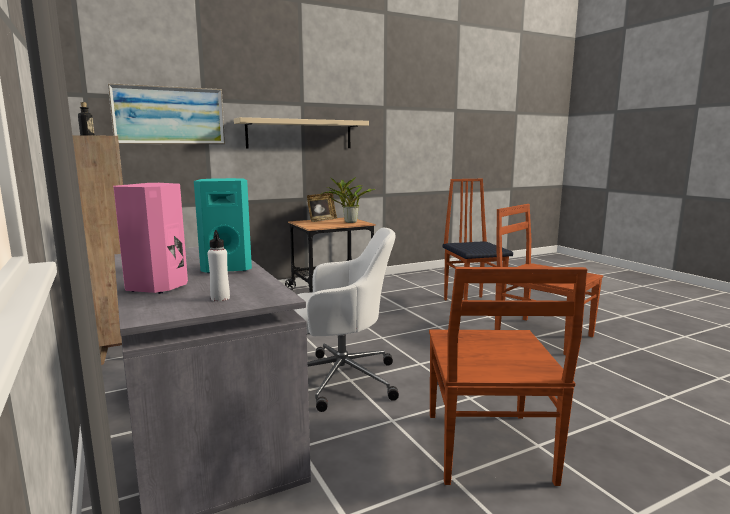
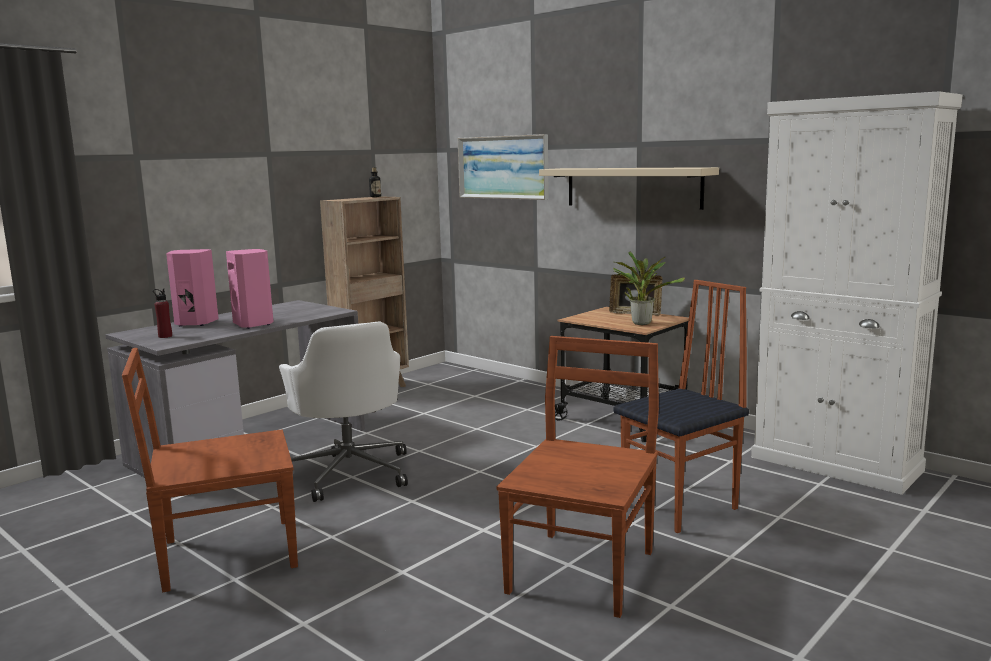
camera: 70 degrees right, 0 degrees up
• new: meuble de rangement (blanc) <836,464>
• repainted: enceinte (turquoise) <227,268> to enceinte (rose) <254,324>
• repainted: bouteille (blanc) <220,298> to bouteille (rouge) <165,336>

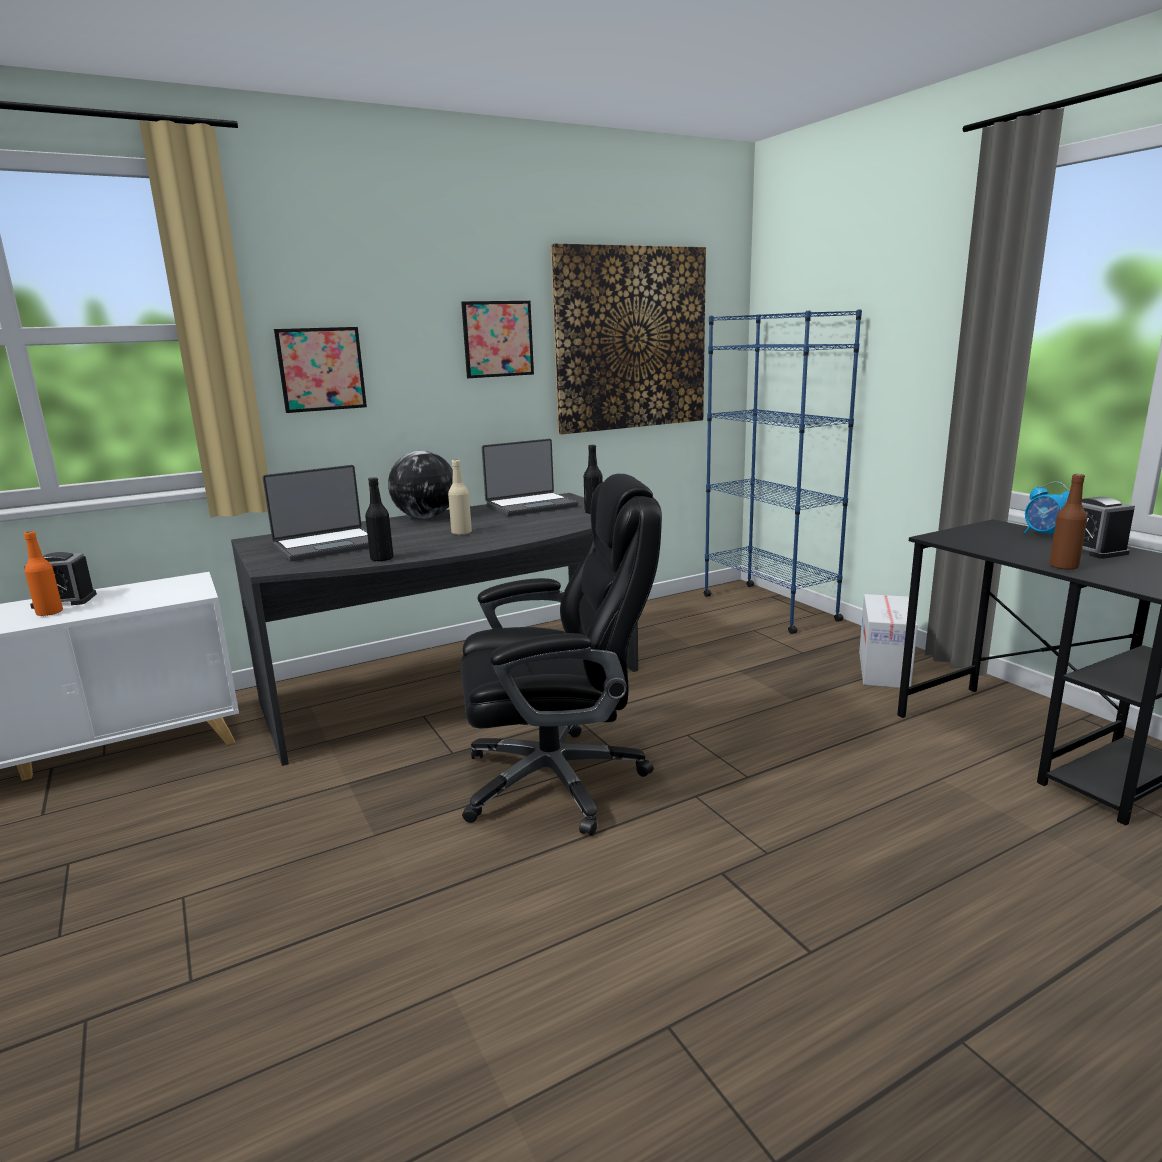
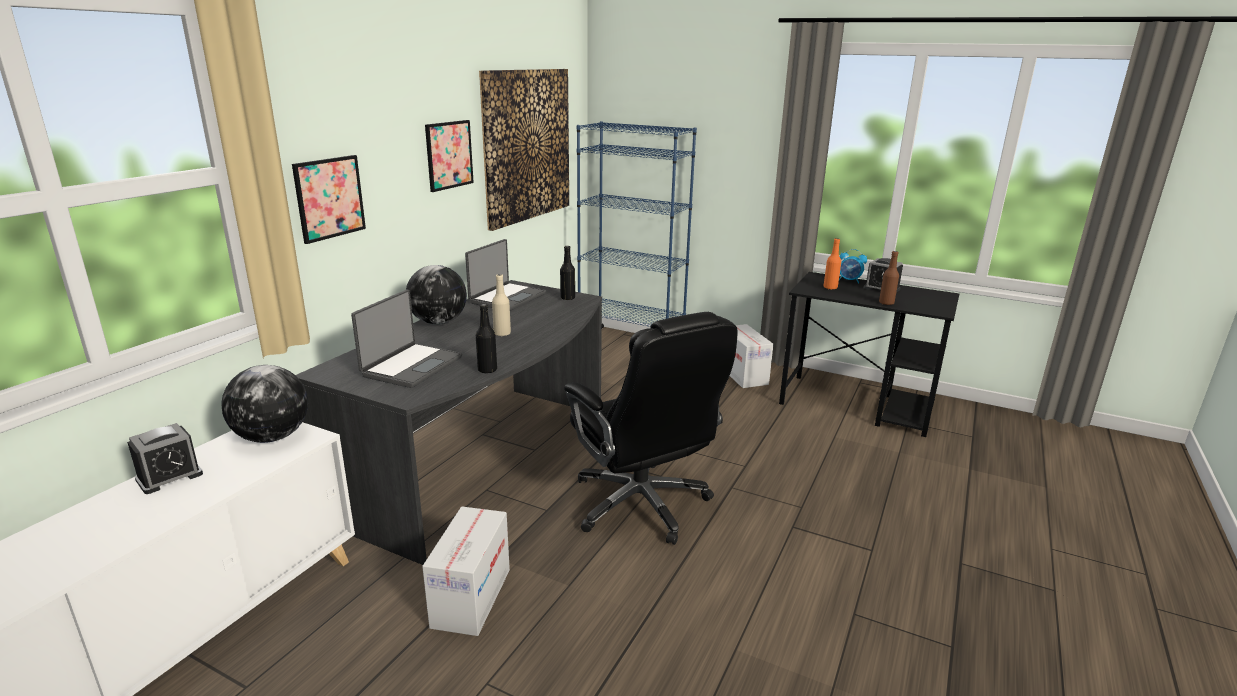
camera: 35 degrees left, 5 degrees up
• new: globe <272,437>
• new: carton <471,598>
• shifted: bouteille (orange) <49,613> to <830,287>
• rotated: chaise de bureau (noir) <558,780> = <642,505> 105 degrees clockwise

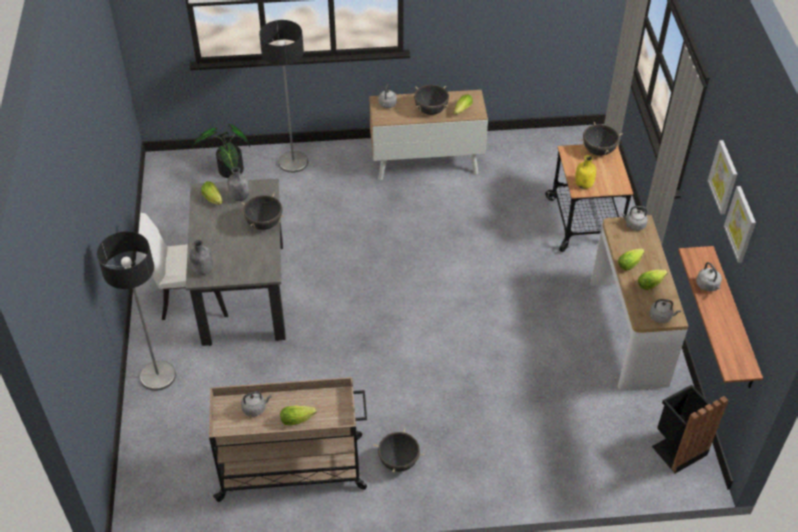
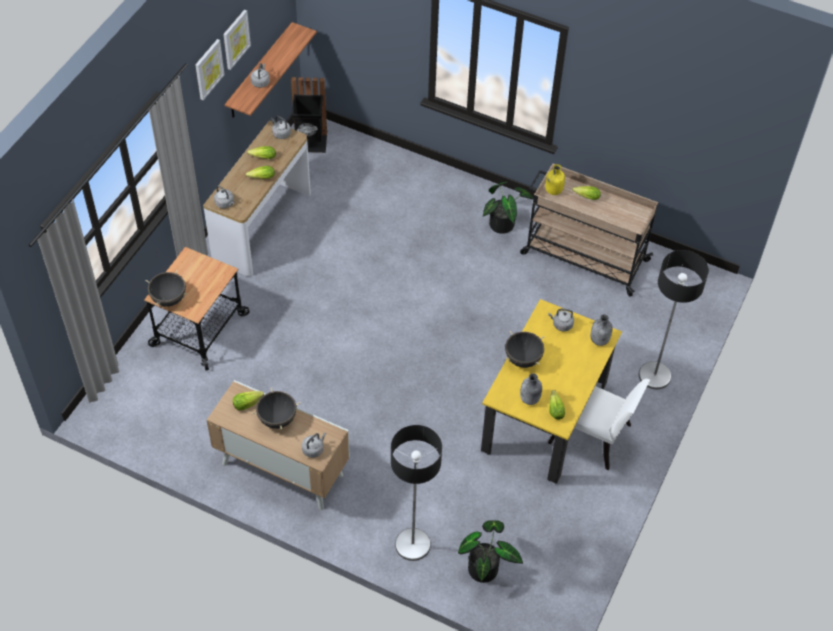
camera: 150 degrees left, 5 degrees up
• shifted: bouilloire (gris) <255,408> to <561,325>
• shifted: bouteille (jaune) <584,184> to <553,191>
• swapped: marmite (noir) <398,461> to plante en pot <505,225>
• repainted: table à manger (gris) <244,292> to table à manger (jaune) <544,417>

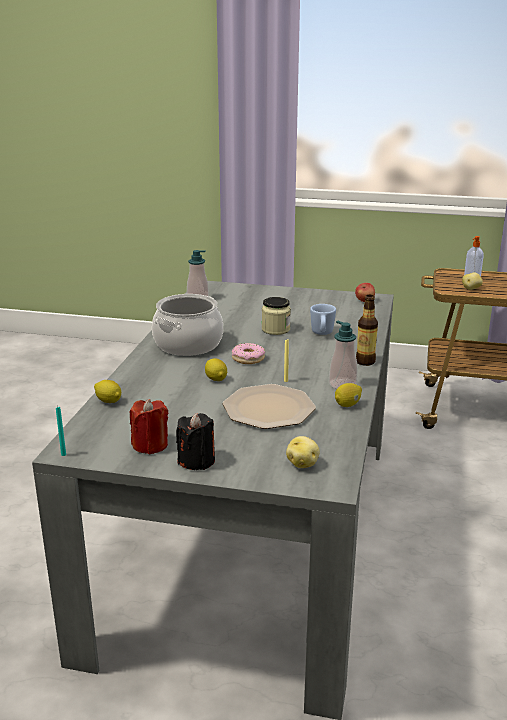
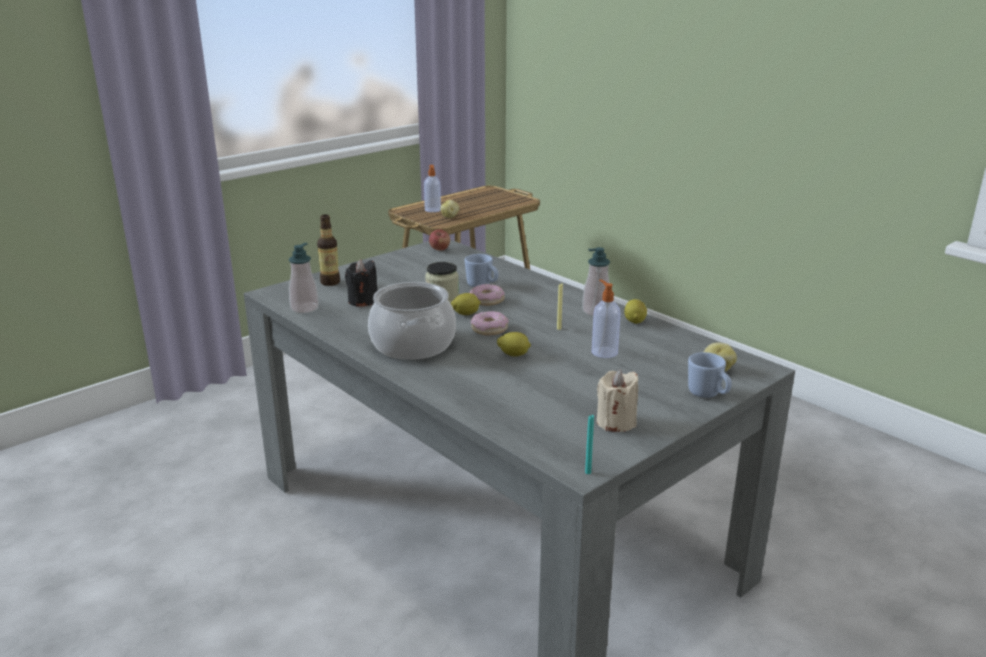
camera: 55 degrees left, 0 degrees up
• new: beignet <487,300>
• new: mug (bleu) <708,395>
• shifted: citron <108,401> to <465,314>
• shifted: bougie (noir) <197,461> to <363,301>
• shifted: bouteille <365,362> to <330,282>
• swapped: assiette <268,408> to distributeur de savon <604,352>
• repainted: bougie (rouge) <150,445> to bougie (beige) <616,422>

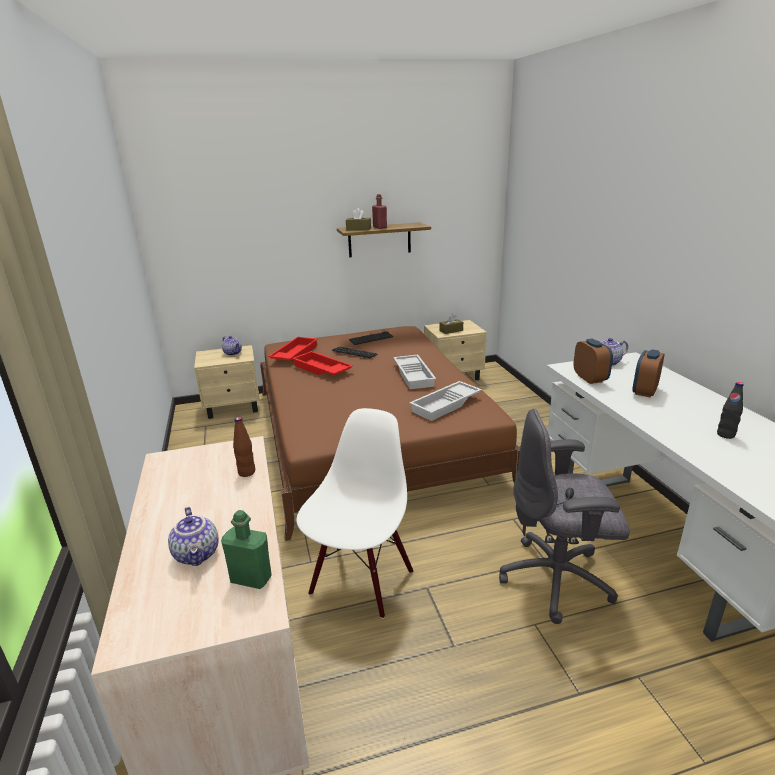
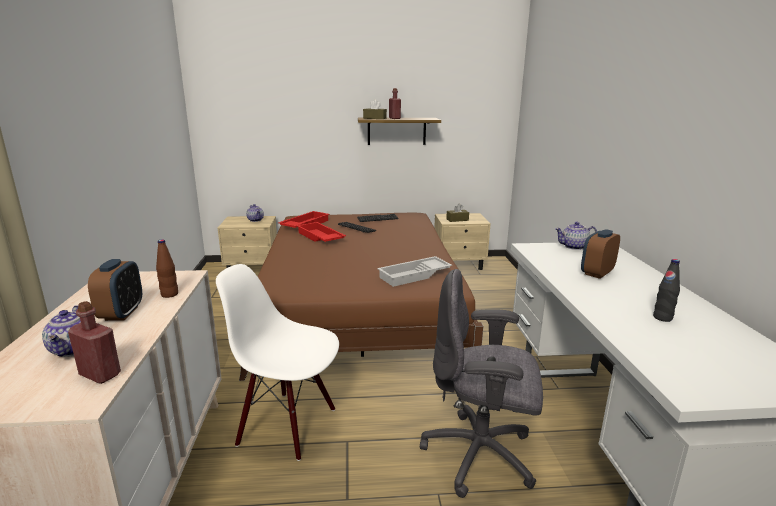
camera: 10 degrees right, 5 degrees down
• gone: plateau (blanc) <414,375>
• shifted: réveil <590,379> to <121,313>
• repainted: bouteille (vert) <251,579> to bouteille (rouge) <100,374>
• rotated: chaise (blanc) <360,581> = <288,425> 105 degrees counterclockwise

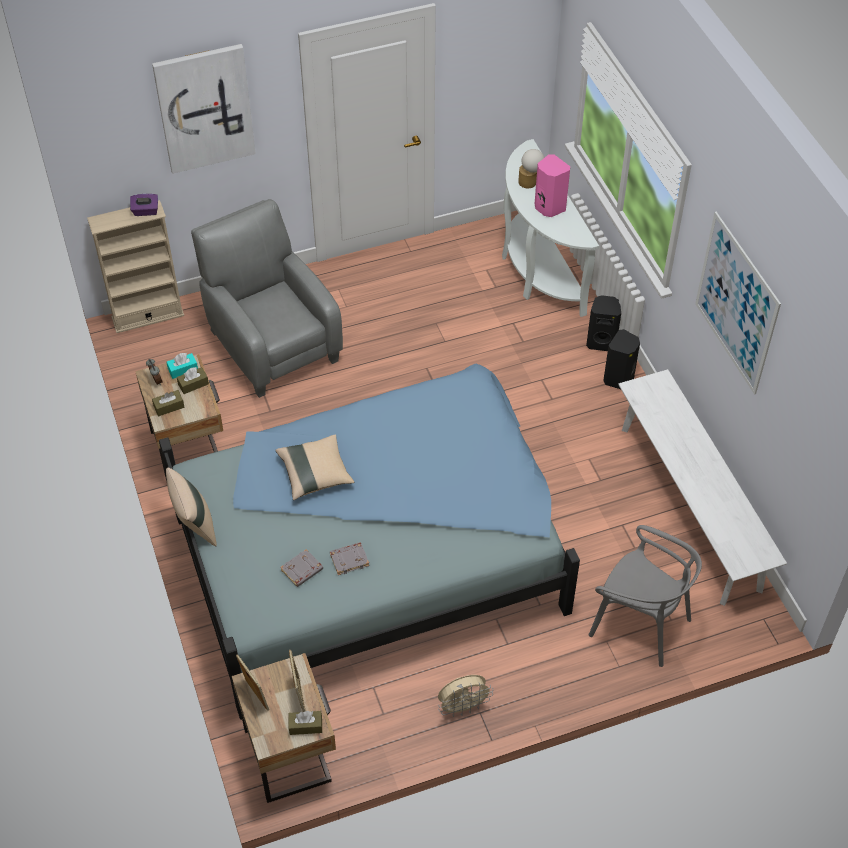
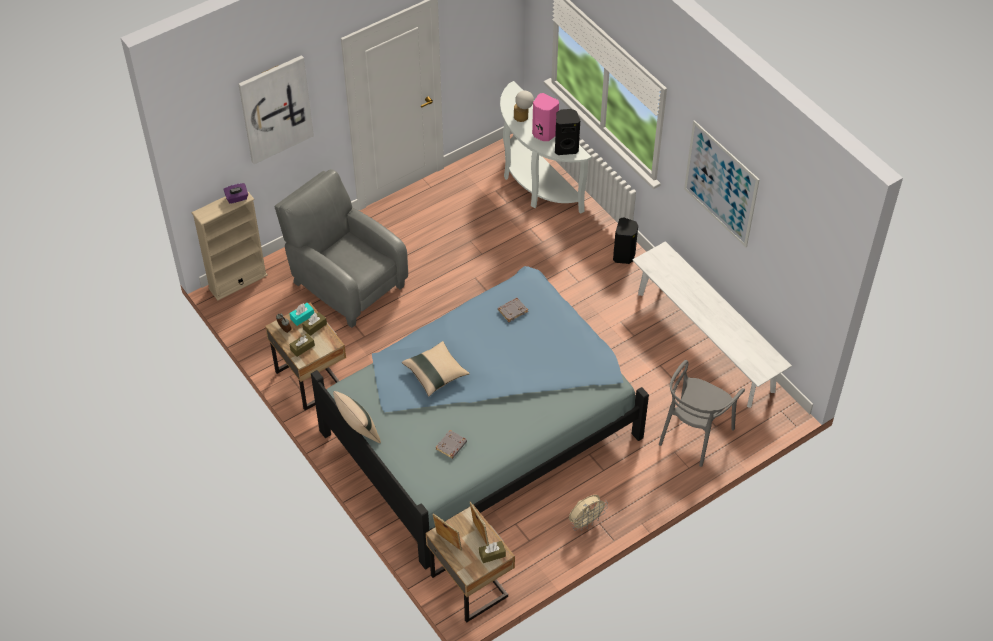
camera: 15 degrees left, 0 degrees up
• shifted: livre (gris) <349,559> to <512,311>
• shifted: enceinte (noir) <601,342> to <565,148>
• rotated: chaise (gris) <640,624> = <694,434> 105 degrees clockwise

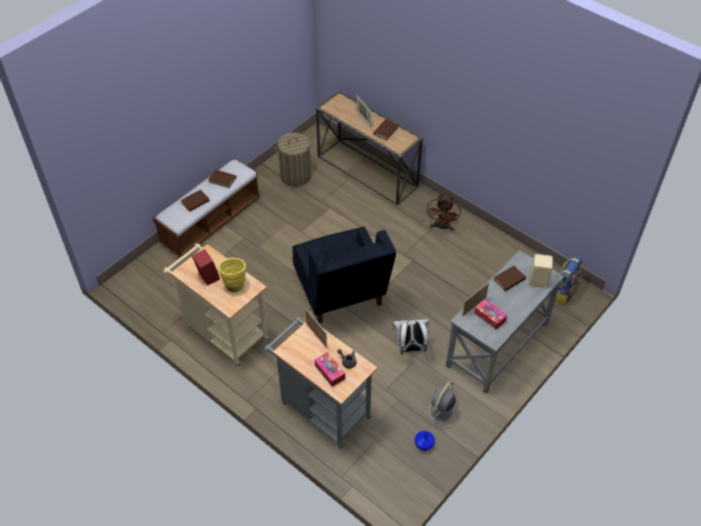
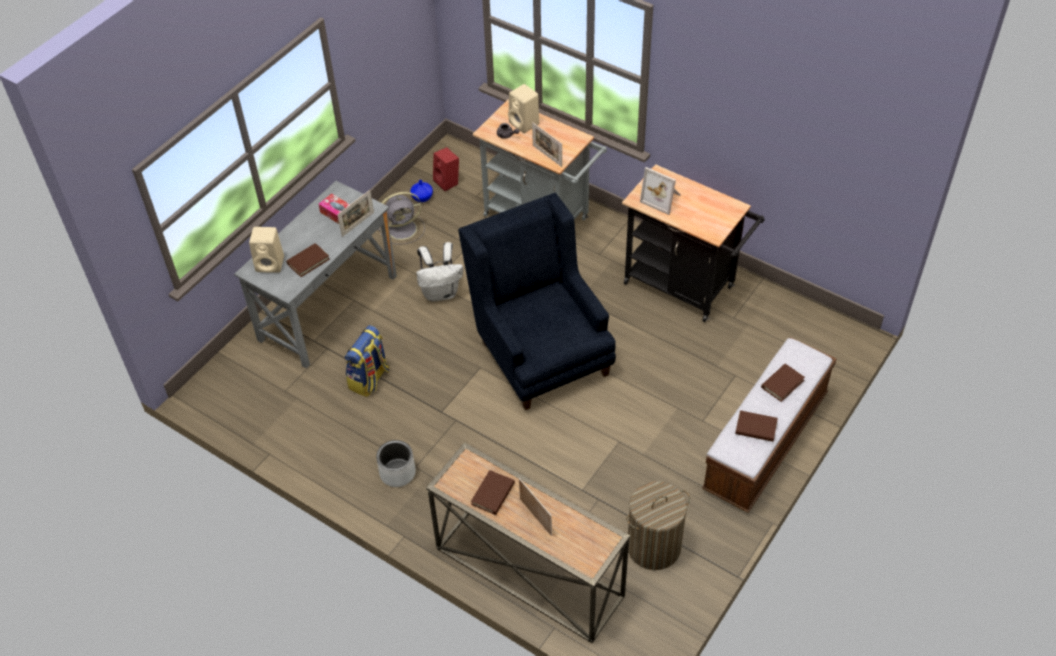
camera: 175 degrees right, 0 degrees up
• shifted: enceinte (rouge) <207,277> to <448,182>
• shifted: sac à dos <563,292> to <369,379>
• swapped: vase (jaune) <234,285> to cadre photo <662,198>
• swapped: boîte à mouchoirs <329,372> to enceinte (beige) <525,124>
• swapped: ventilateur (marron) <441,227> to cache-pot (gris) <397,473>
• repainted: chariot (beige) <223,331> to chariot (noir) <685,287>
• rotated: ventilateur (gris) <440,412> = <403,229> 45 degrees clockwise

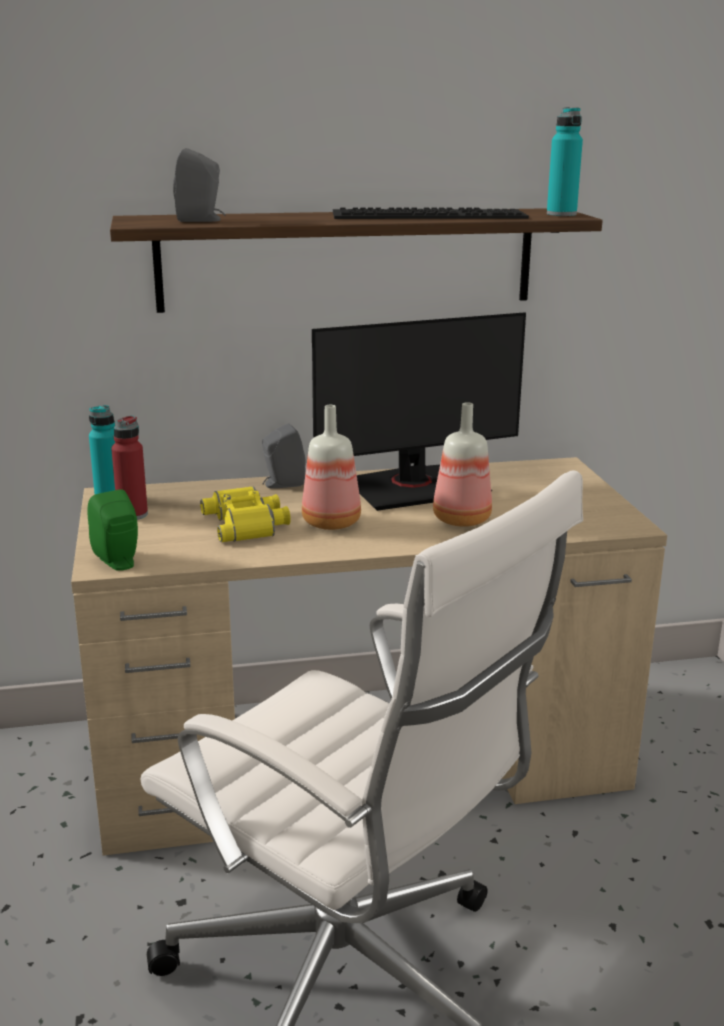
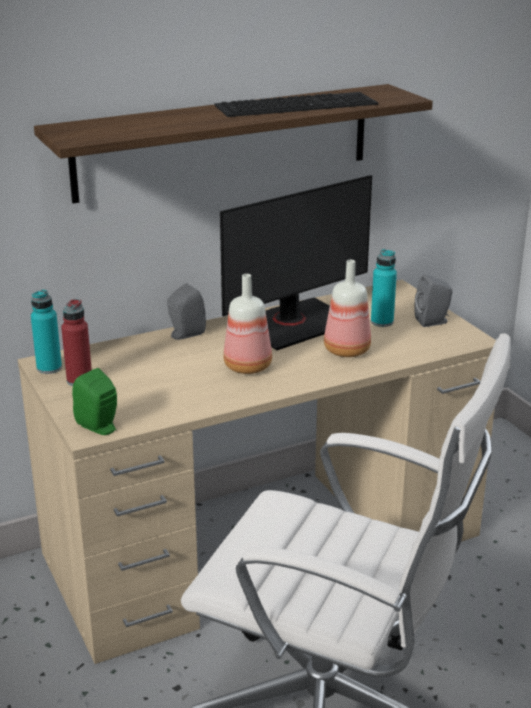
camera: 15 degrees left, 5 degrees up
• gone: jumelles (jaune) <248,523>
• shifted: enceinte (gris) <201,220> to <433,321>
• shifted: bouteille (turquoise) <561,214> to <382,322>

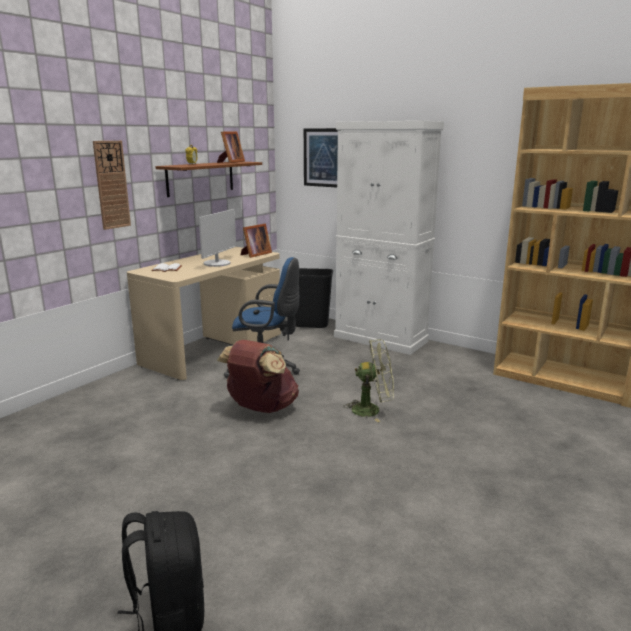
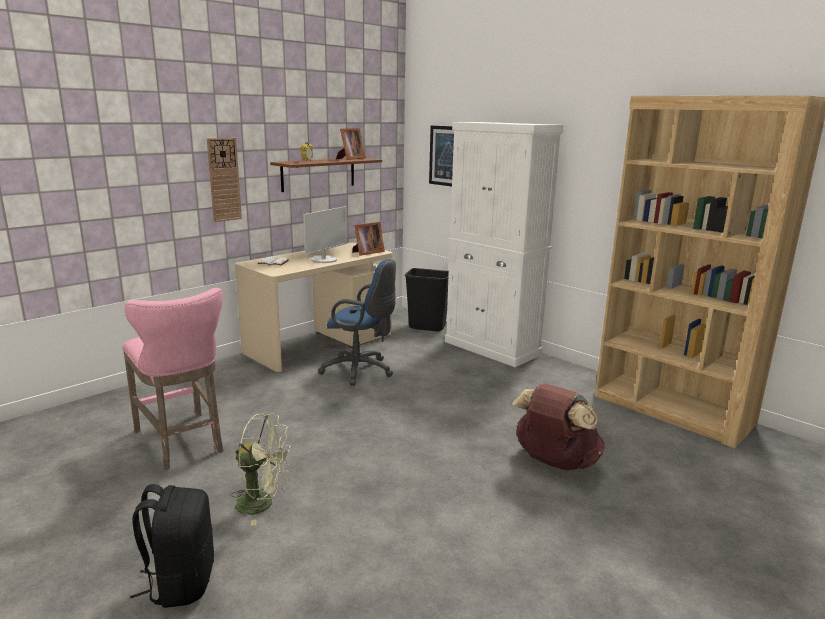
camera: 10 degrees right, 0 degrees up
• new: tabouret (rose) <182,443>
• shifted: sac à dos (marron) <260,408> to <554,462>
• shifted: ventilateur (vert) <372,410> to <263,504>

